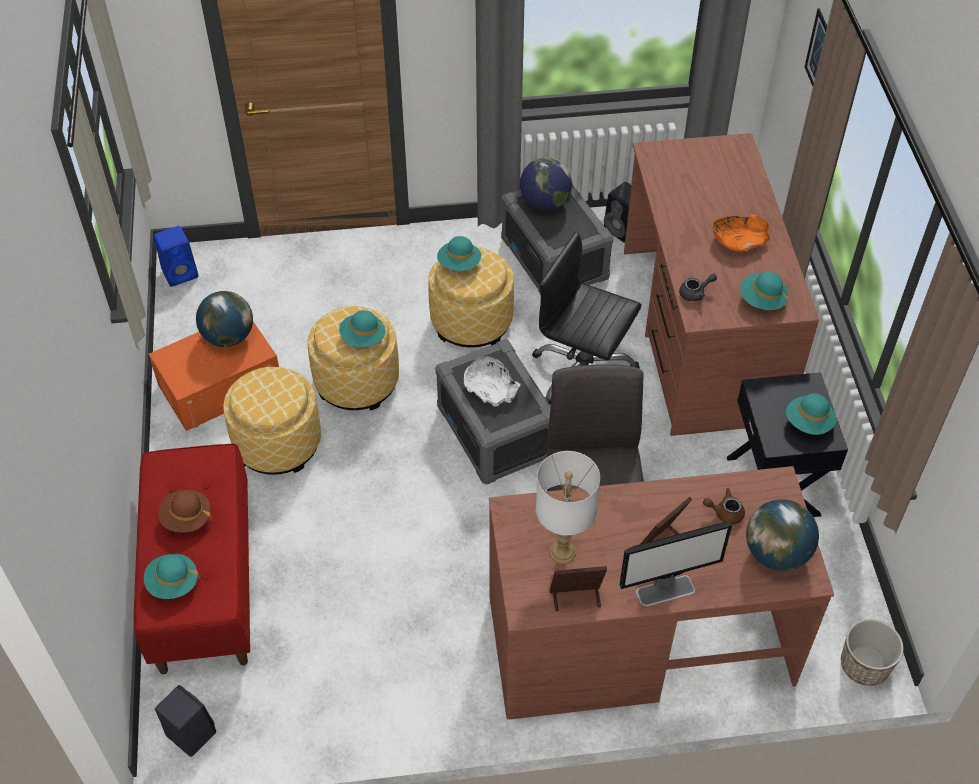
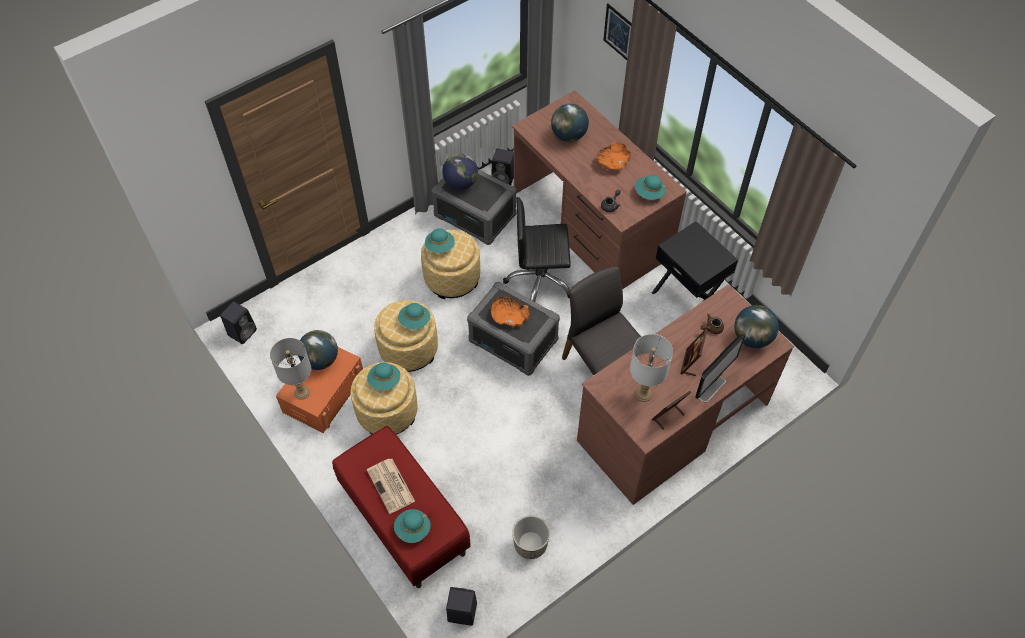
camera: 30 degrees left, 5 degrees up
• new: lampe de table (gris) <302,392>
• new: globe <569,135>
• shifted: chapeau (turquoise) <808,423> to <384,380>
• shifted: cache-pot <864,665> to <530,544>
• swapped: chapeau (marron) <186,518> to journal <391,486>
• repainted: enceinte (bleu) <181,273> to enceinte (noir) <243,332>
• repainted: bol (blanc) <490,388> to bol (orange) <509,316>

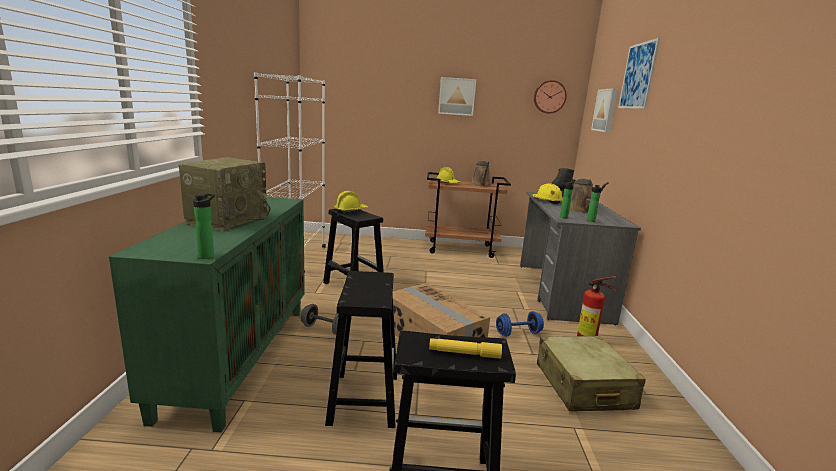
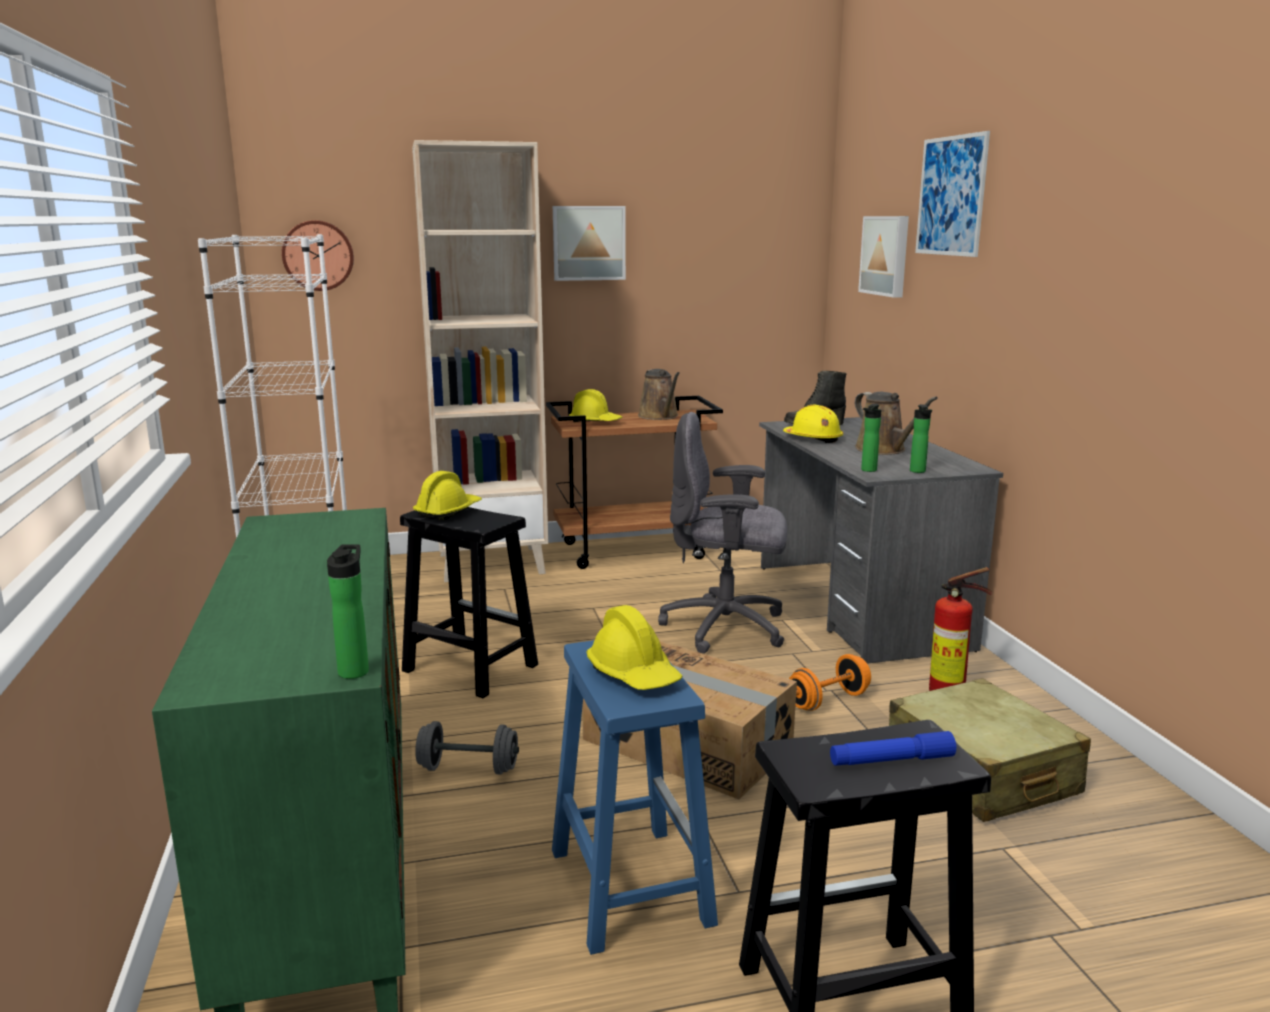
camera: 15 degrees left, 0 degrees up
• gone: radio <227,220>
• new: bibliothèque (beige) <492,563>
• new: casque de chantier (jaune) <634,674>
• new: chaise de bureau (gris) <727,628>
• shifted: horloge murale <549,97> to <318,255>
• repainted: tabouret (noir) <364,397> to tabouret (bleu) <628,884>
• repainted: lampe de poche (jaune) <464,353> to lampe de poche (bleu) <891,760>
• repainted: haltère (bleu) <518,333> to haltère (orange) <828,700>

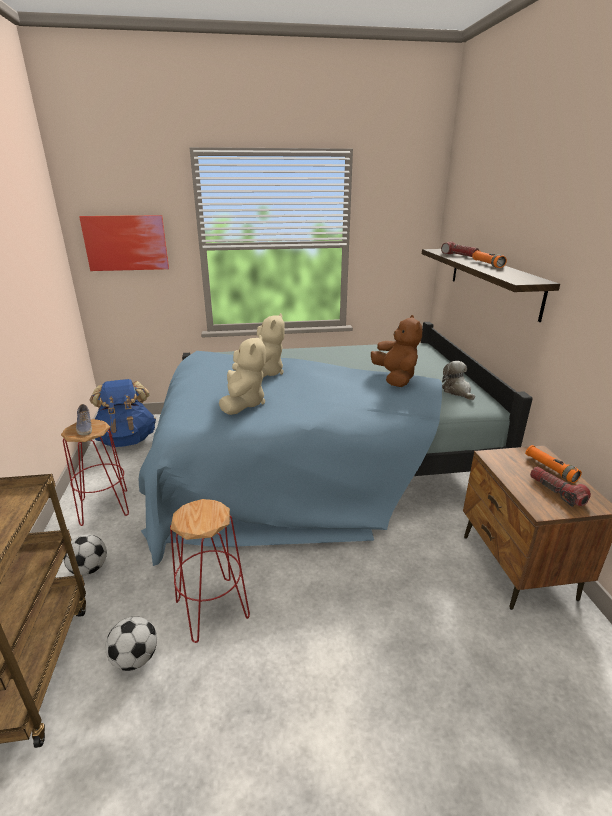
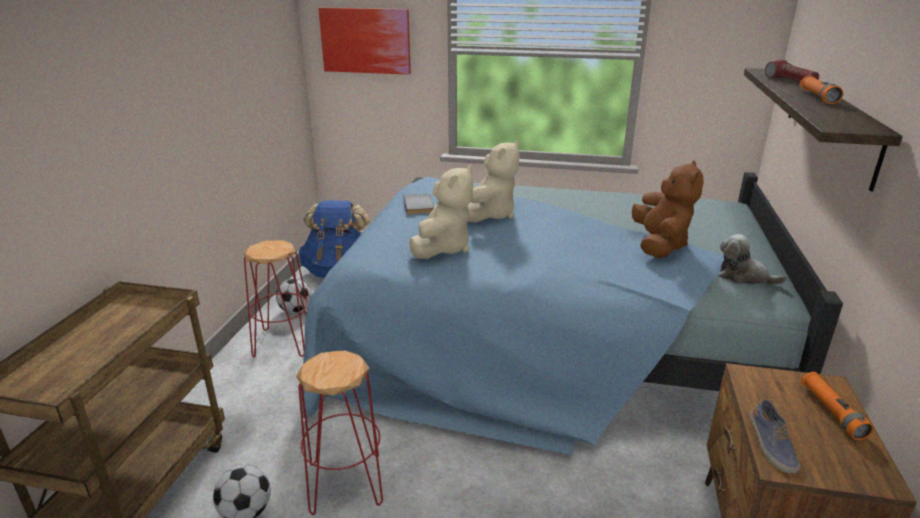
camera: 20 degrees right, 0 degrees up
• gone: lampe de poche <556,492>
• new: livre (gris) <420,205>
• shifted: ballon de foot <89,569> to <296,310>
• shifted: chaussure <84,426> to <770,446>
• rotated: peluche <457,391> = <744,277> 60 degrees counterclockwise

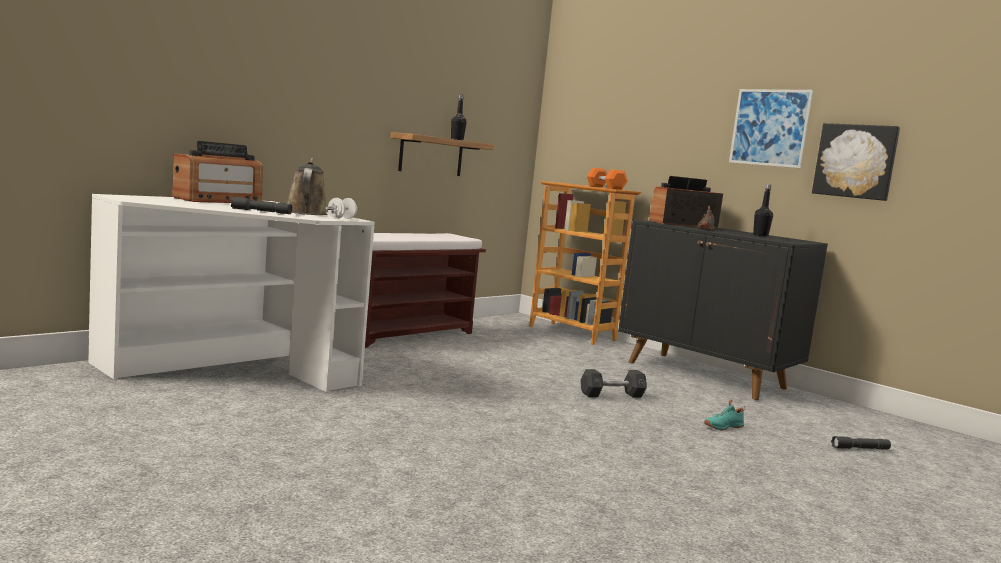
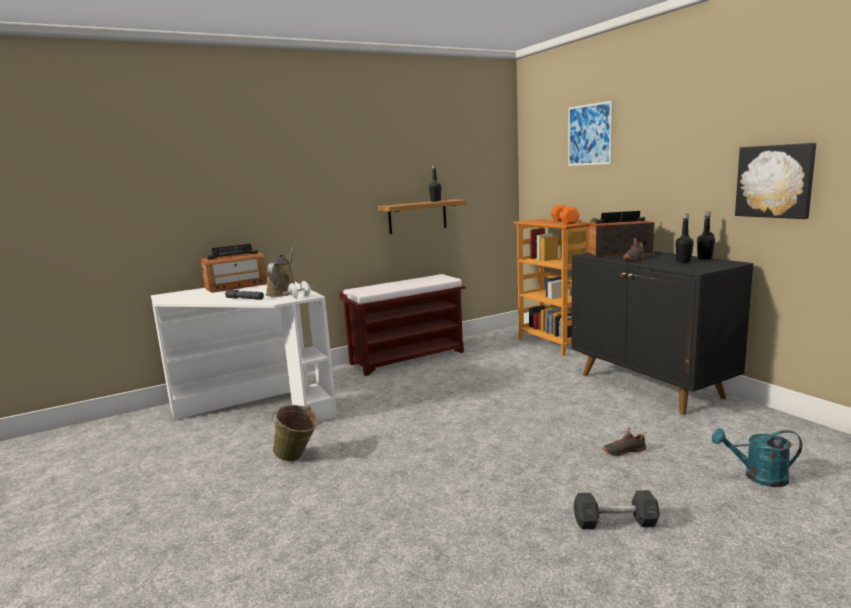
camera: 20 degrees right, 5 degrees up
• new: seau (vert) <298,458>
• new: bouteille (noir) <704,258>
• shifted: haltère (gris) <612,395> to <615,522>
• shifted: tableau <769,127> to <589,134>
• swapped: lampe de poche (gris) <860,448> to arrosoir (turquoise) <758,477>
• repainted: chaussure (turquoise) <722,426> to chaussure (noir) <623,451>

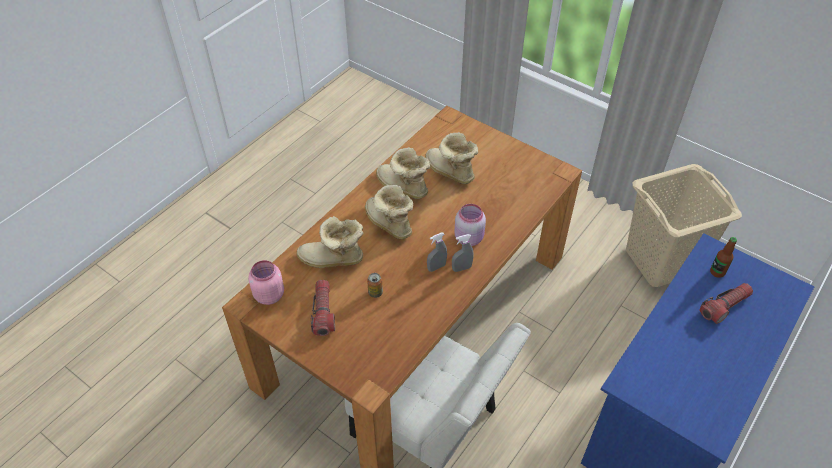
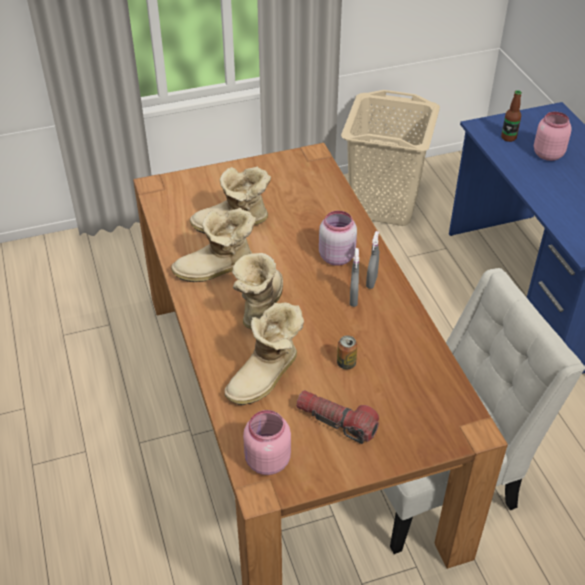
camera: 55 degrees left, 5 degrees down
• swapped: lampe de poche <724,306> to bocal (rose) <547,154>
• rotated: botte <388,224> = <259,306> 105 degrees clockwise

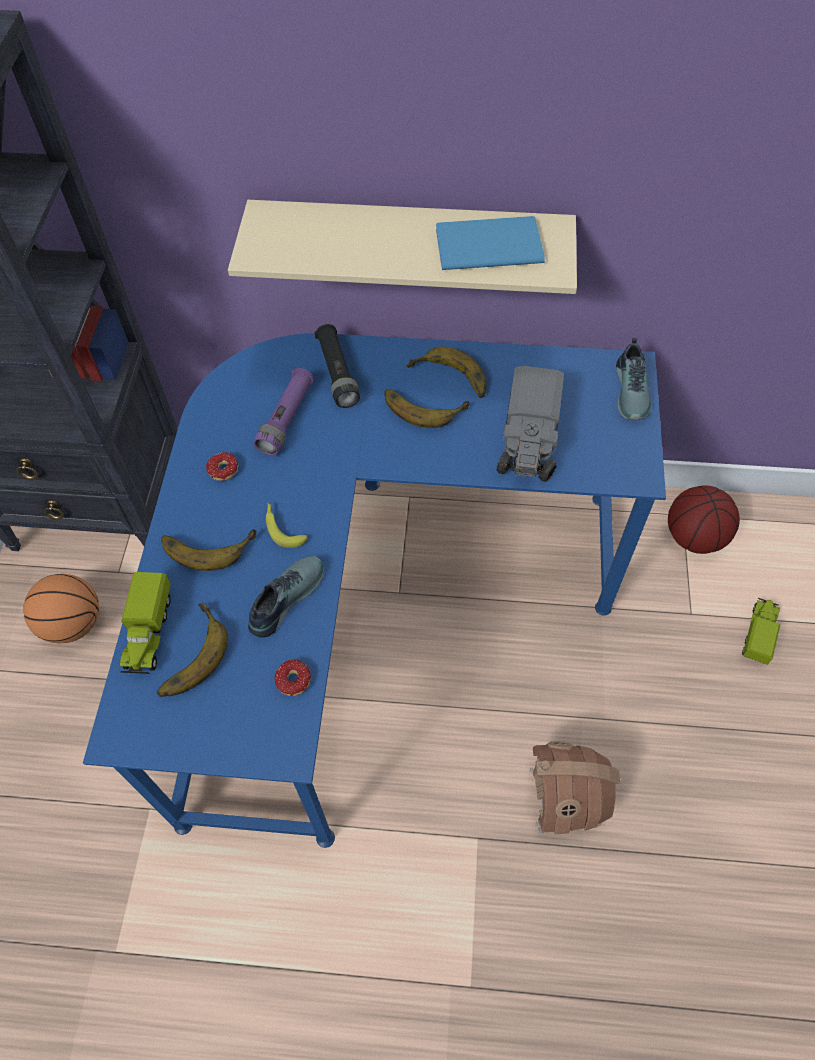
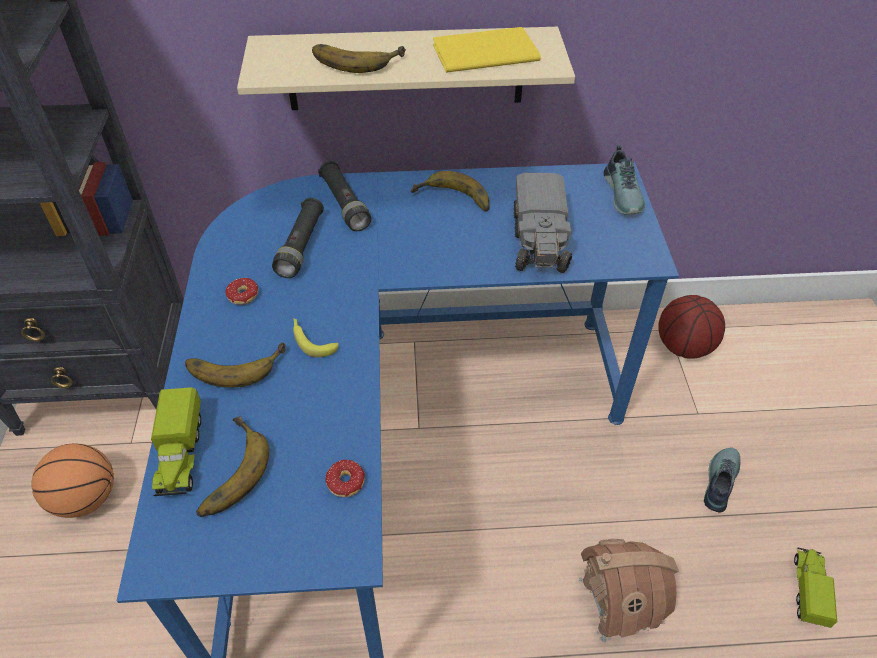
camera: 10 degrees left, 10 degrees down
• shifted: chaussure <284,597> to <718,481>
• shifted: banane <424,405> to <356,58>
• shifted: camion jouet <758,634> to <808,591>
• repainted: lampe de poche (violet) <287,419> to lampe de poche (noir) <301,246>
• repainted: livre (bleu) <485,244> to livre (jaune) <482,51>

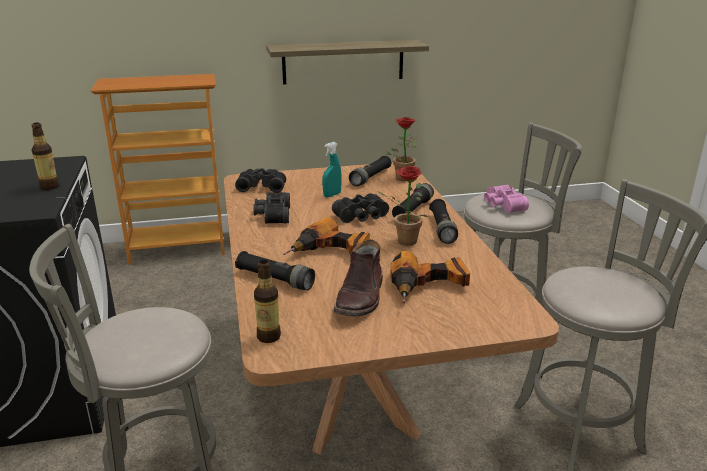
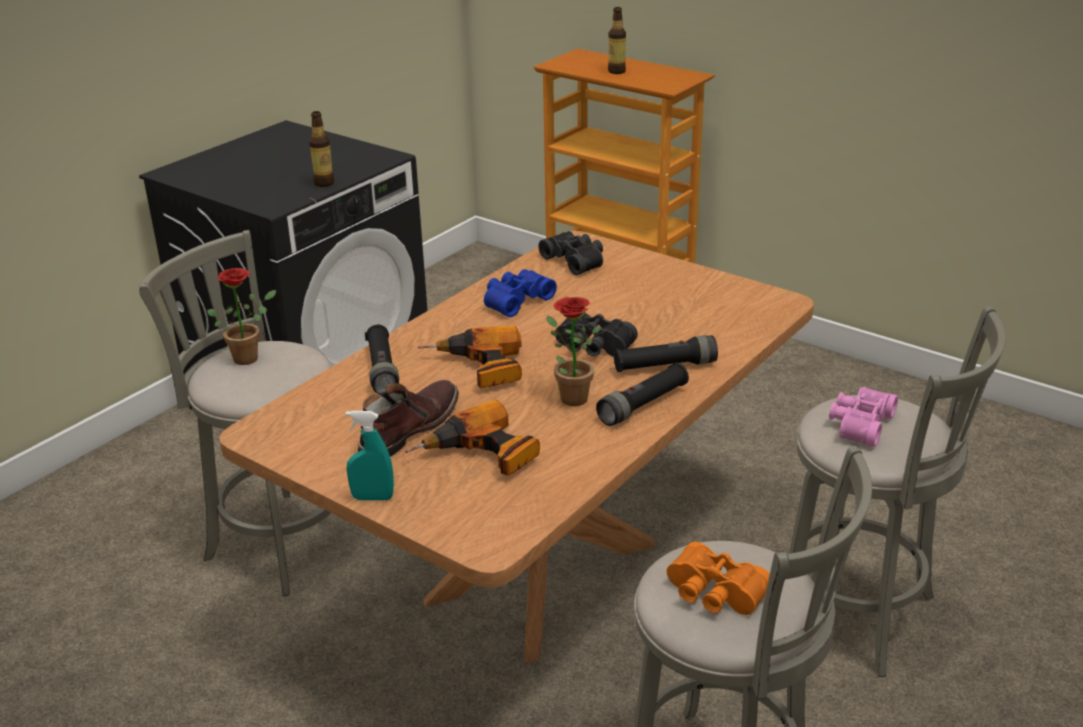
camera: 50 degrees right, 5 degrees up
• gone: étagère <343,62>
• gone: lampe de poche (noir) <370,177>
• new: jumelles (orange) <713,594>
• shifted: bouteille <268,337> to <616,71>
• shifted: vaporisateur (turquoise) <332,195> to <372,497>
• shifted: plante en pot <402,177> to <250,356>
• repainted: jumelles (noir) <272,215> to jumelles (bleu) <515,300>
• rotated: botte (marron) <361,297> = <408,428> 150 degrees clockwise

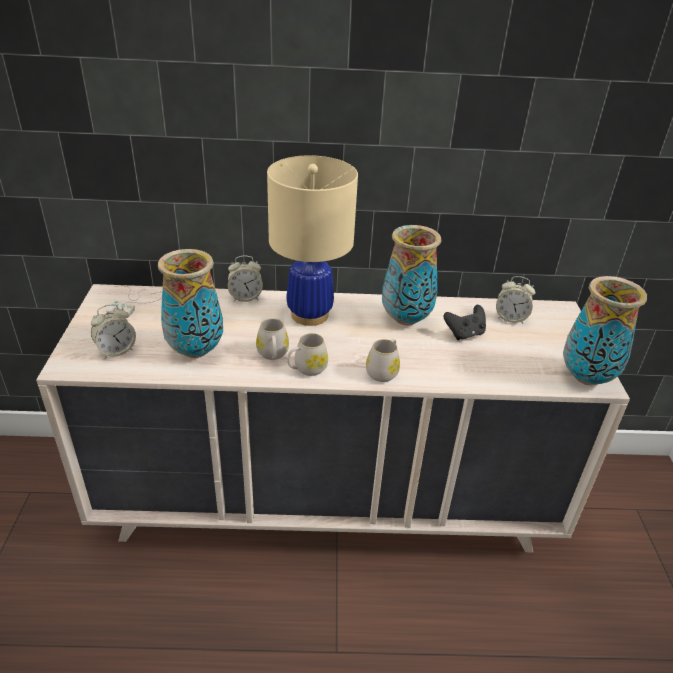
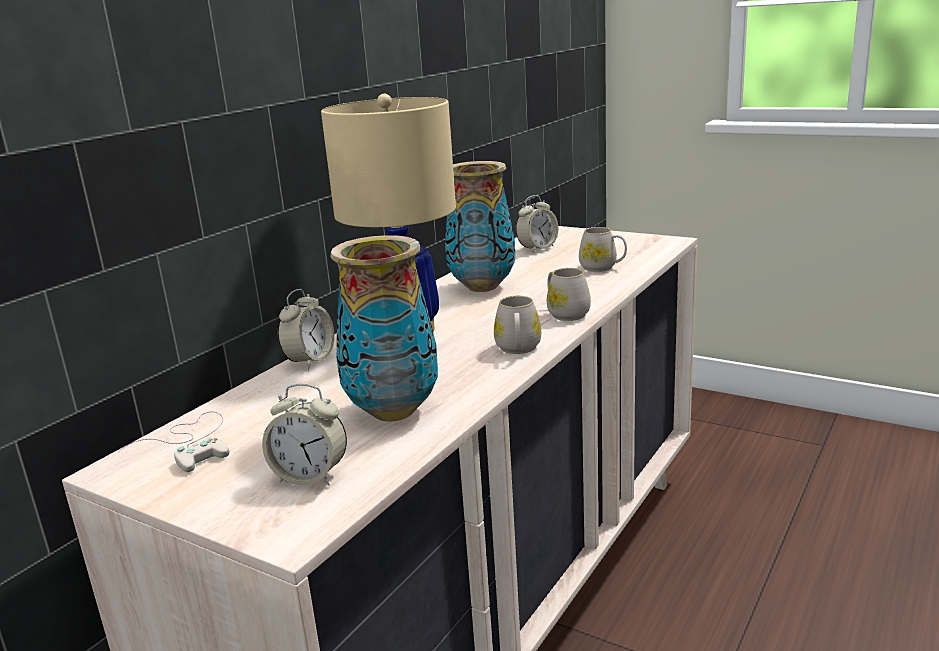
camera: 55 degrees left, 15 degrees down
• gone: manette (noir) <464,334>
• gone: vase <587,377>
• shifted: mug (blanc) <273,355> to <602,268>
• rotated: réveil <116,350> = <310,477> 105 degrees clockwise

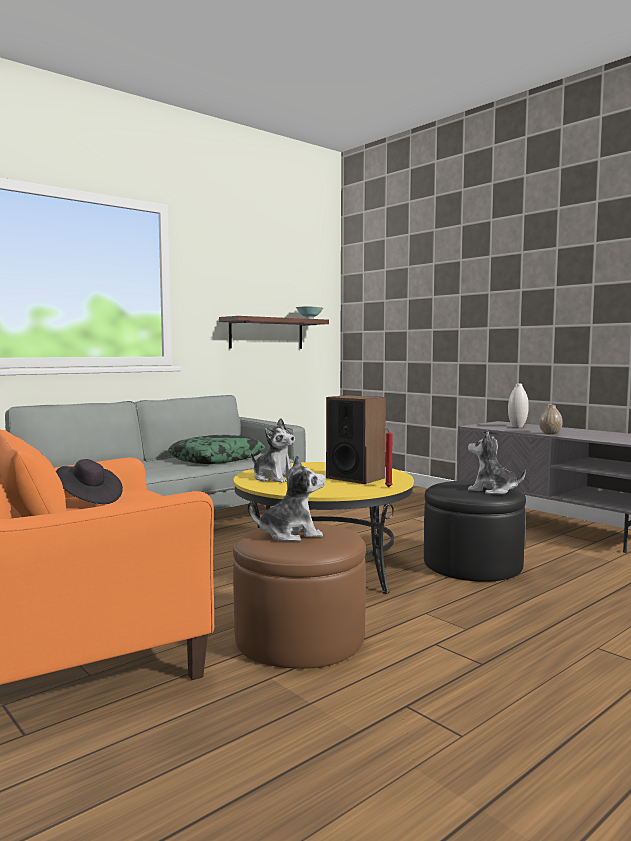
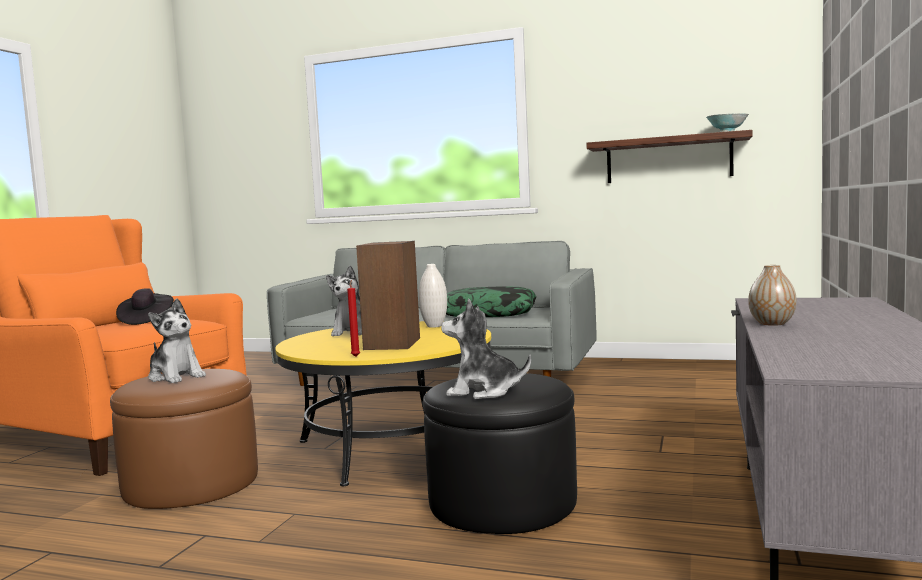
camera: 60 degrees right, 0 degrees up
• shifted: vase (blanc) <517,427> to <434,326>
• rotated: peluche <492,490> = <483,392> 75 degrees counterclockwise

